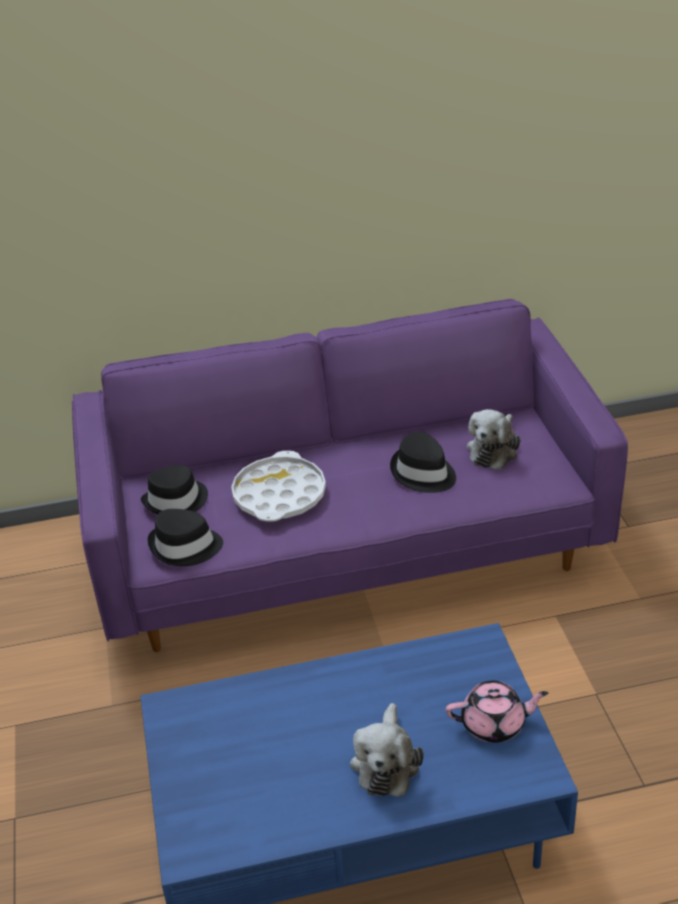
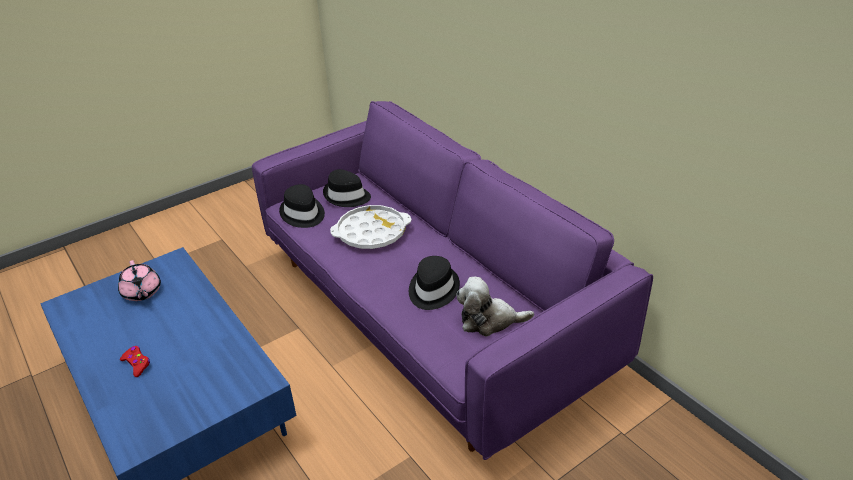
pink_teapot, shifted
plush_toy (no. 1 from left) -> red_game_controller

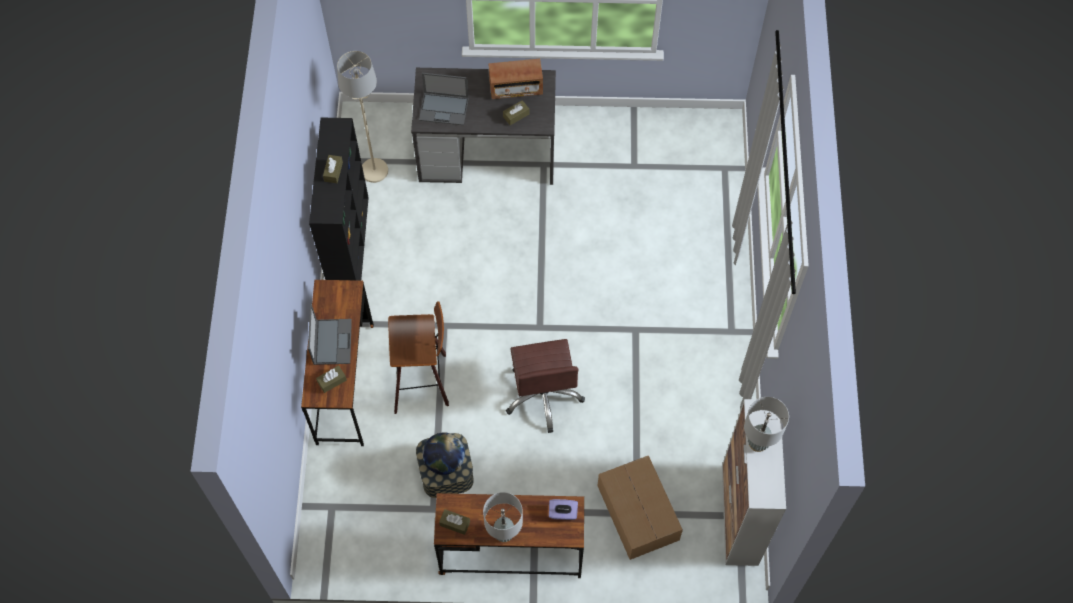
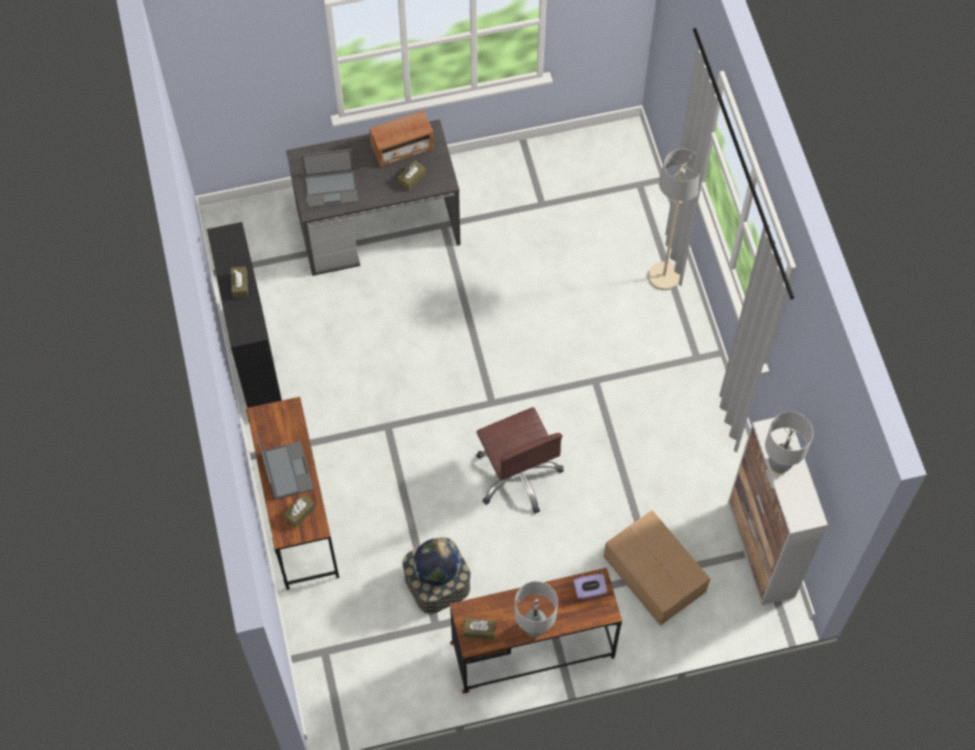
beige_floor_lamp, shifted
stool -> none

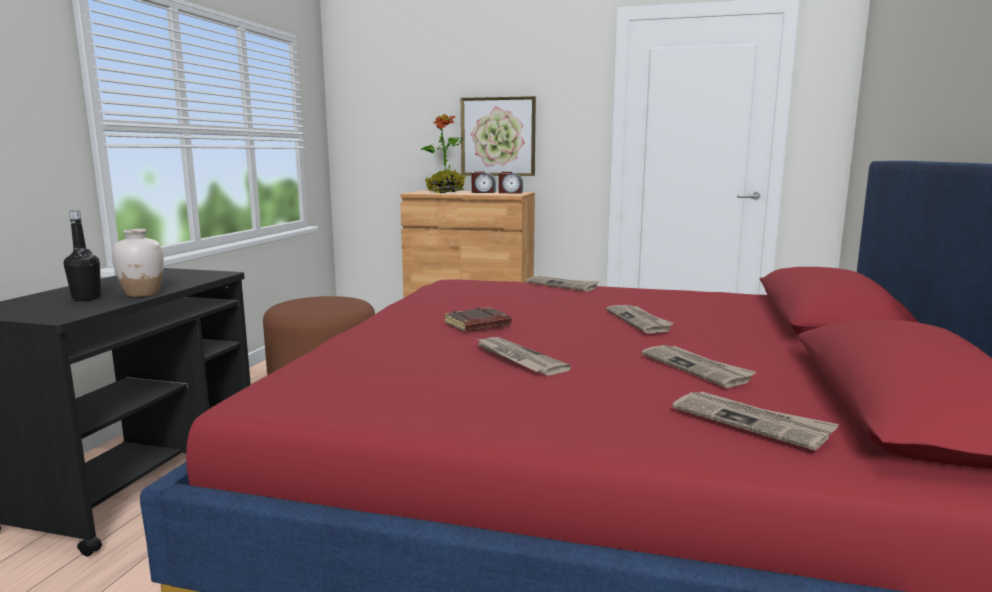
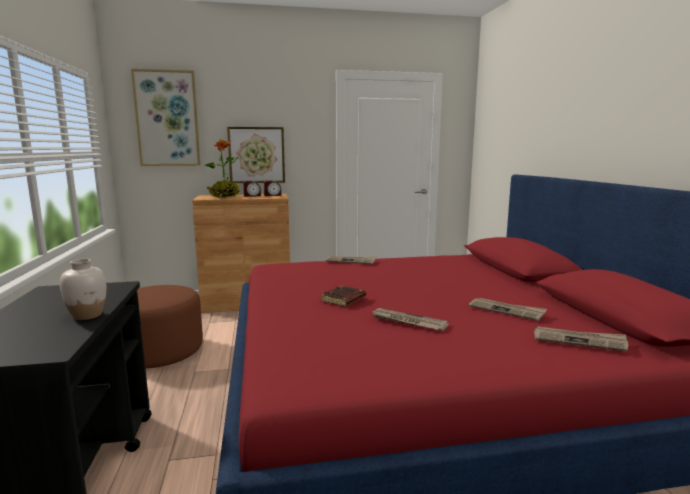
black_bottle -> none
newspaper (no. 3 from left) -> none
none -> picture (no. 1 from left)

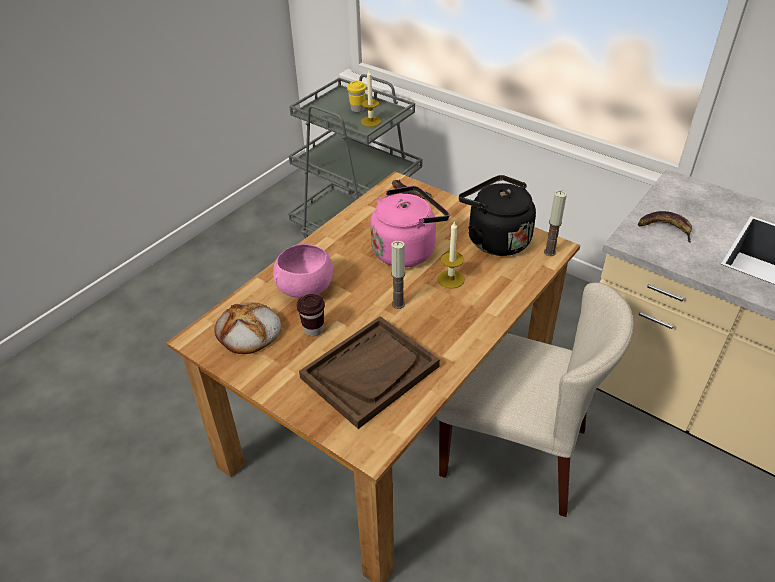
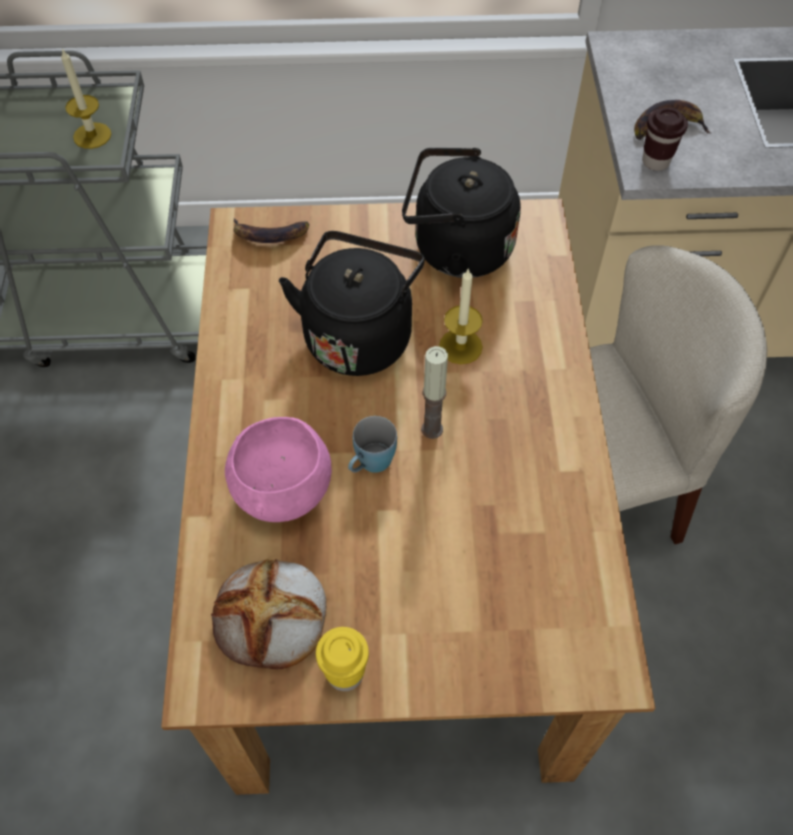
yellow_cup, shifted
pink_kettle -> black_kettle (no. 1 from left)
candle (no. 4 from left) -> none
brown_cup, shifted
brown_tray -> none
none -> blue_mug

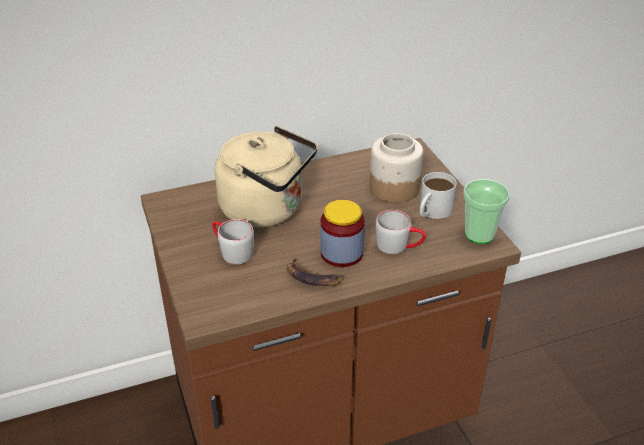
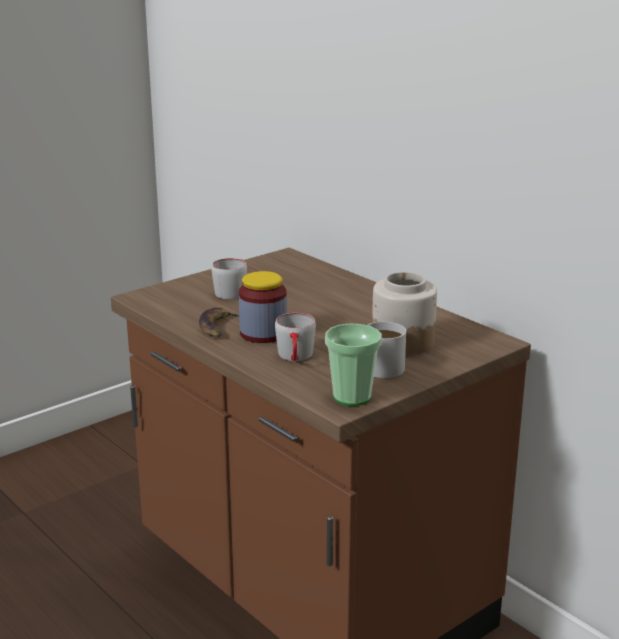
beige_kettle -> none

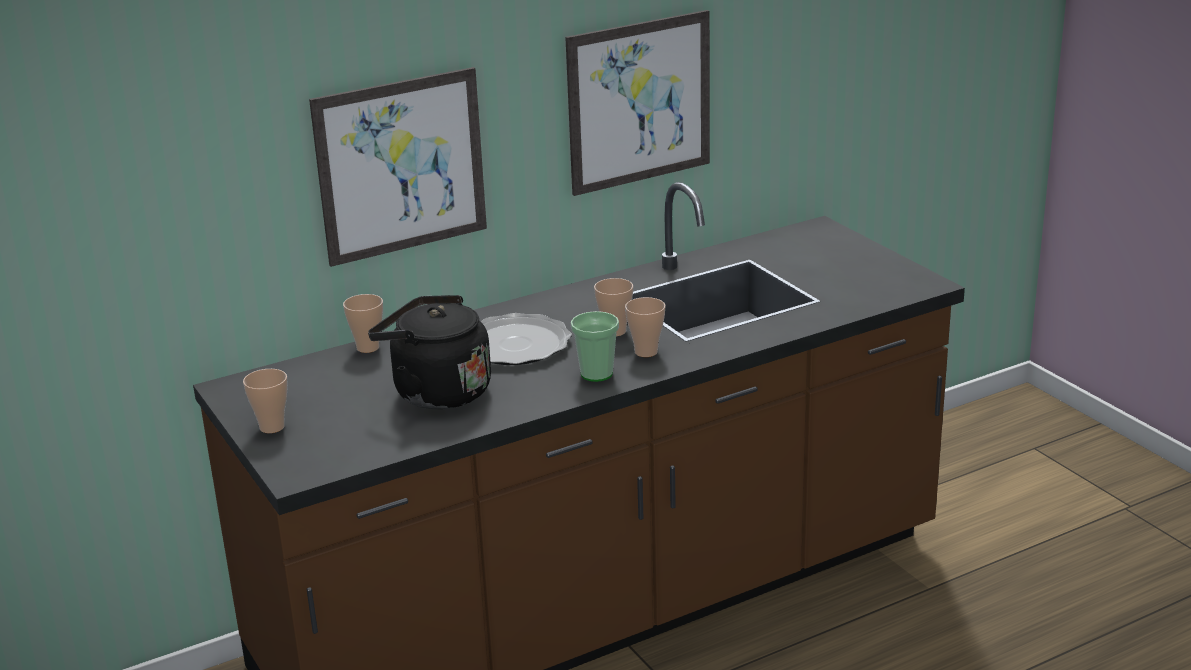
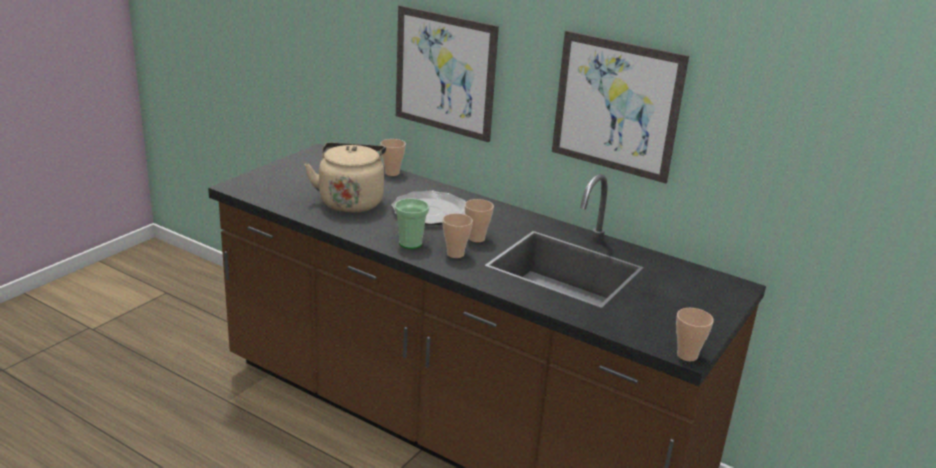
black_kettle -> beige_kettle
cup (no. 1 from left in the first image) -> cup (no. 5 from left), shifted

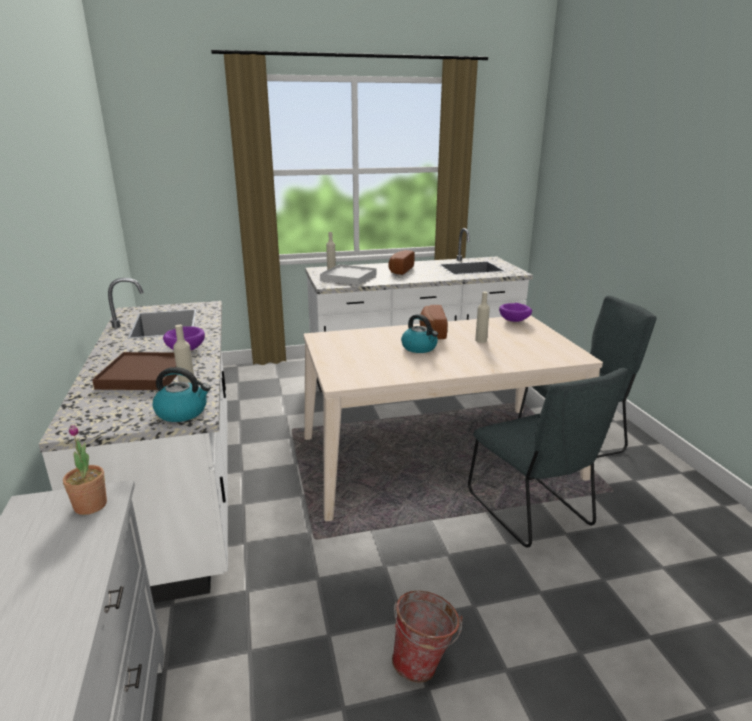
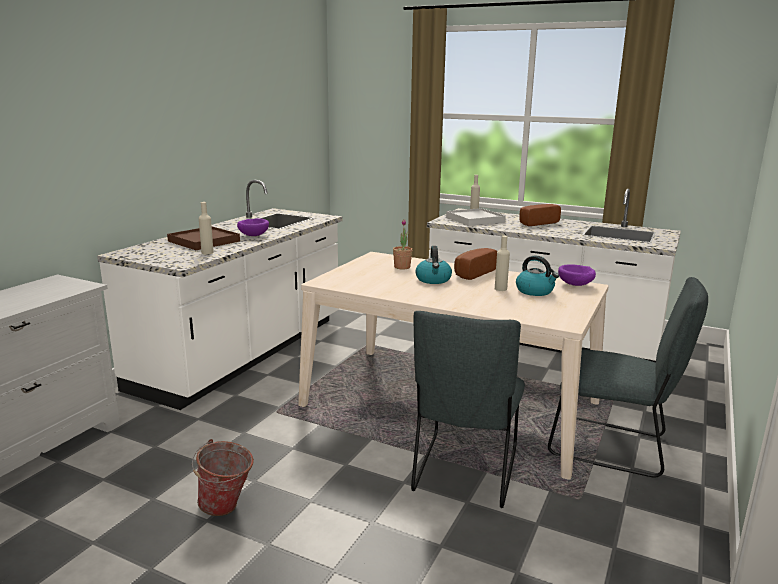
kettle (no. 1 from left in the first image) -> kettle (no. 2 from left), shifted
potted_plant, shifted

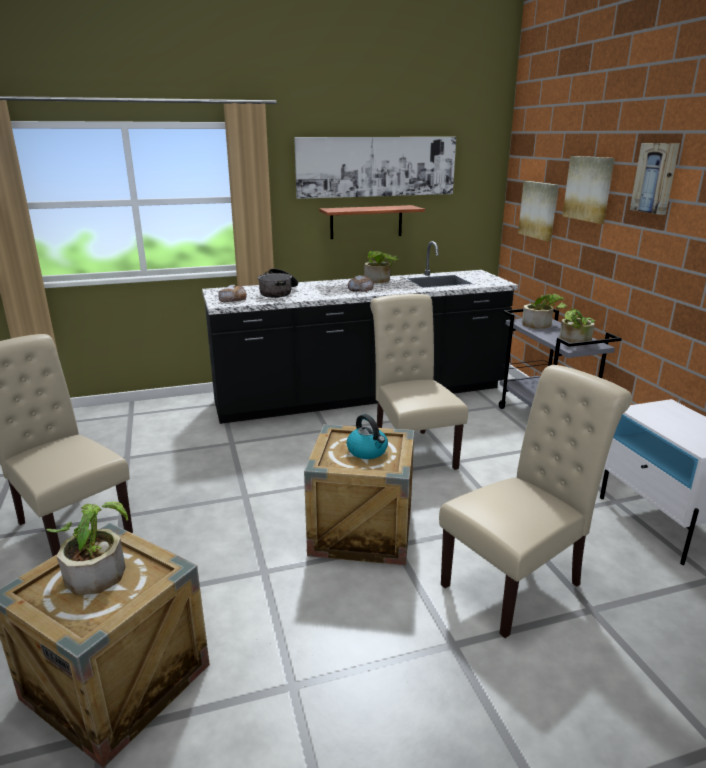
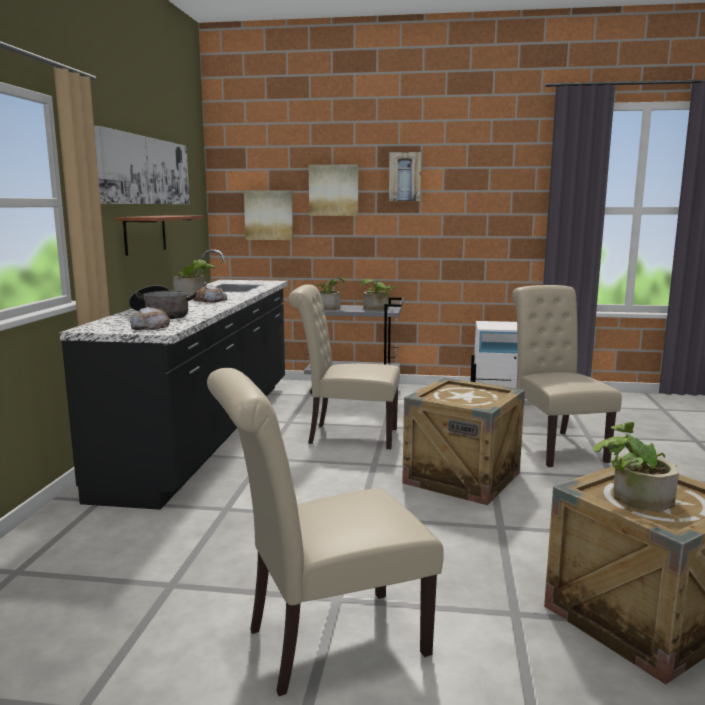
kettle -> none

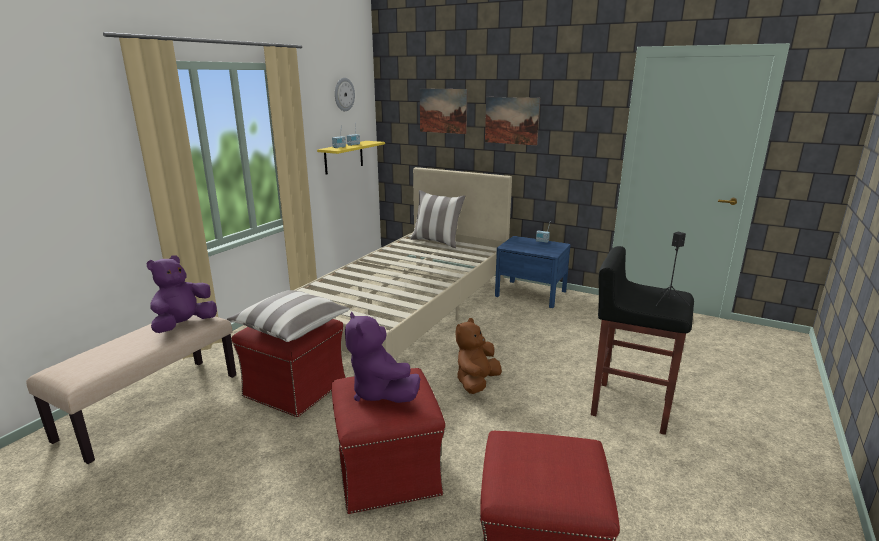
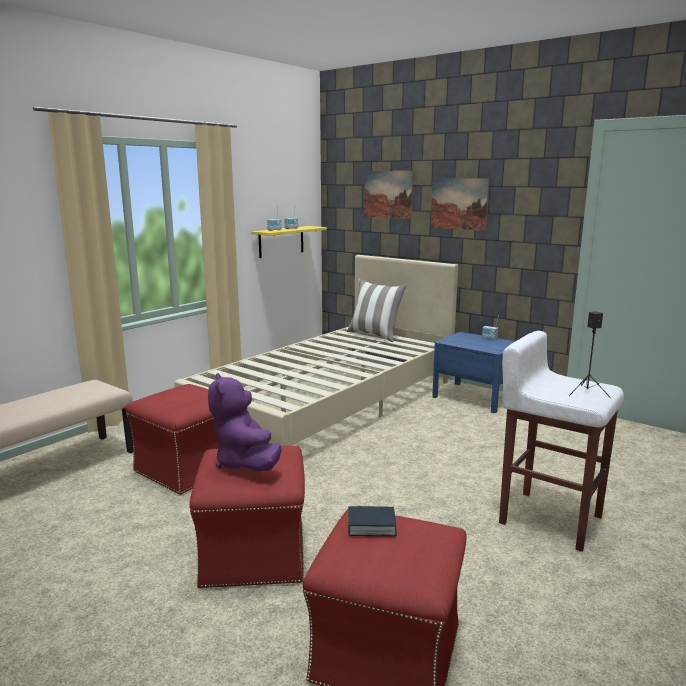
wall_clock -> none
black_stool -> white_stool
purple_plush_toy (no. 1 from left) -> none
pillow (no. 1 from left) -> none
brown_plush_toy -> none
none -> book

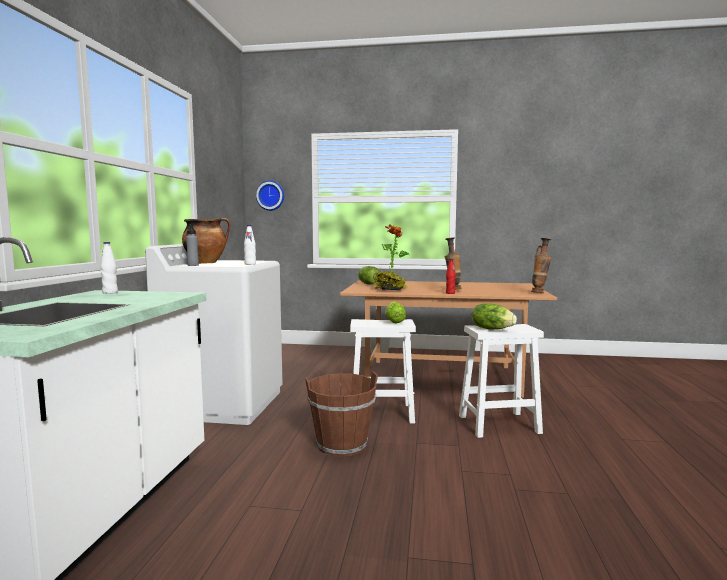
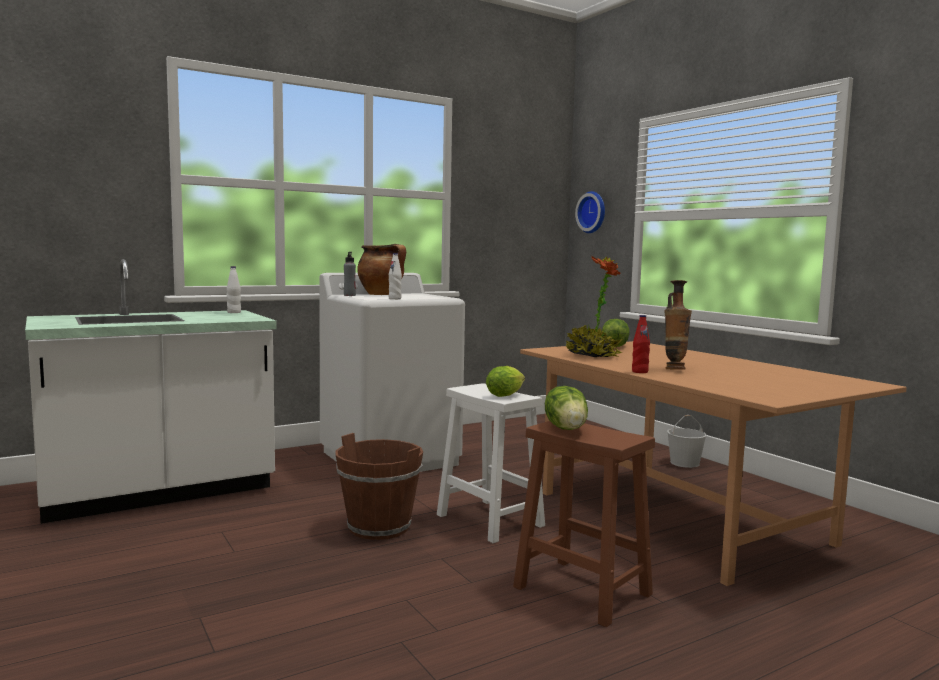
vase (no. 2 from left) -> none
white_stool (no. 2 from left) -> brown_stool

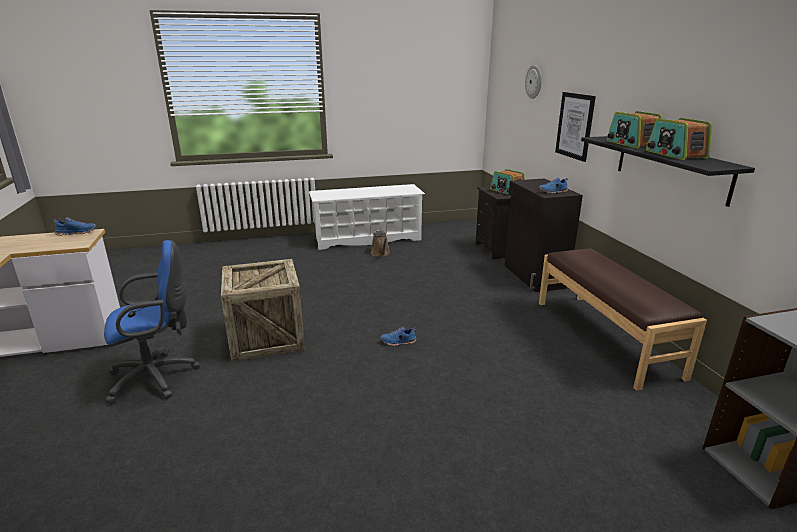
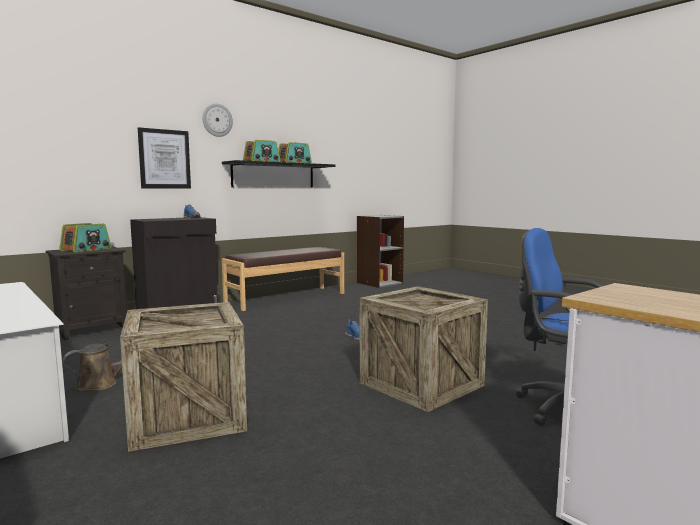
wall_clock, shifted
blue_shoe (no. 1 from left) -> none
none -> crate (no. 1 from left)

